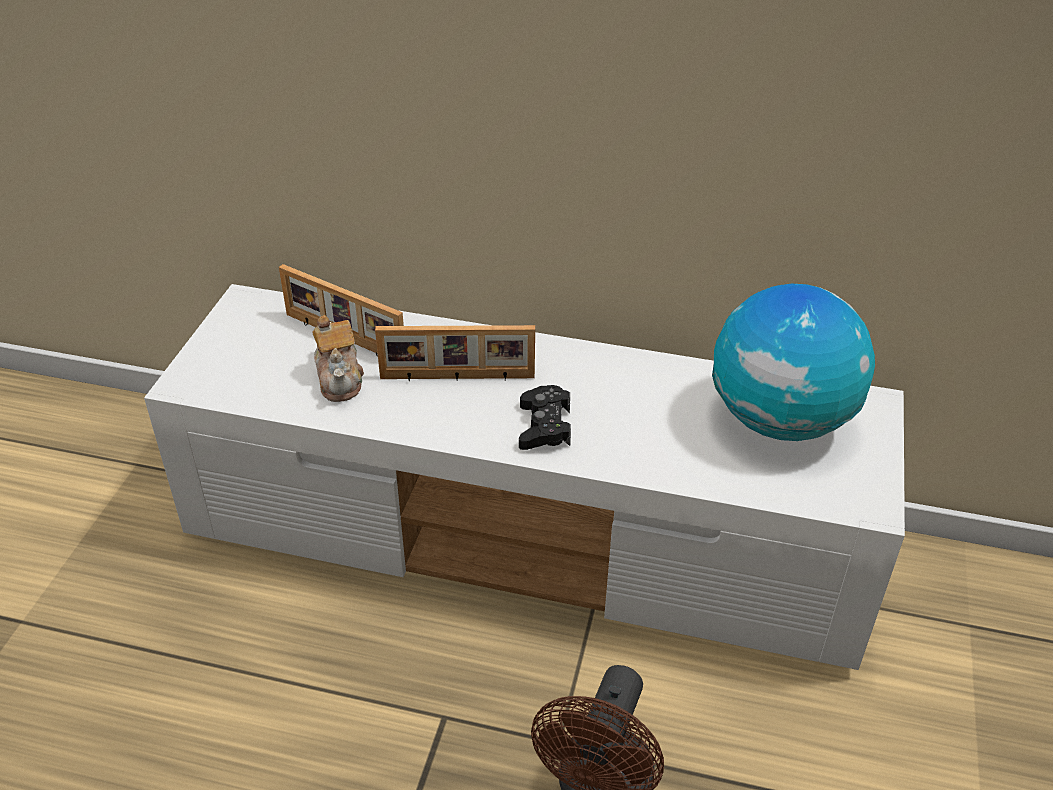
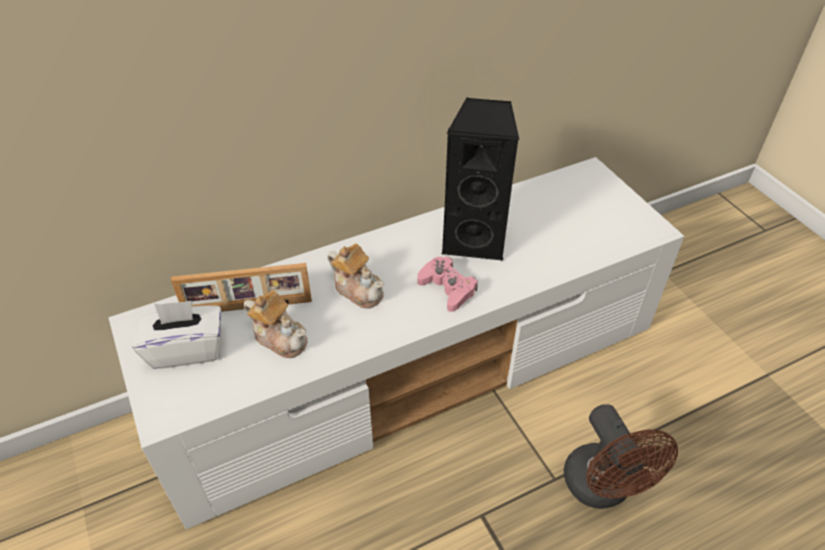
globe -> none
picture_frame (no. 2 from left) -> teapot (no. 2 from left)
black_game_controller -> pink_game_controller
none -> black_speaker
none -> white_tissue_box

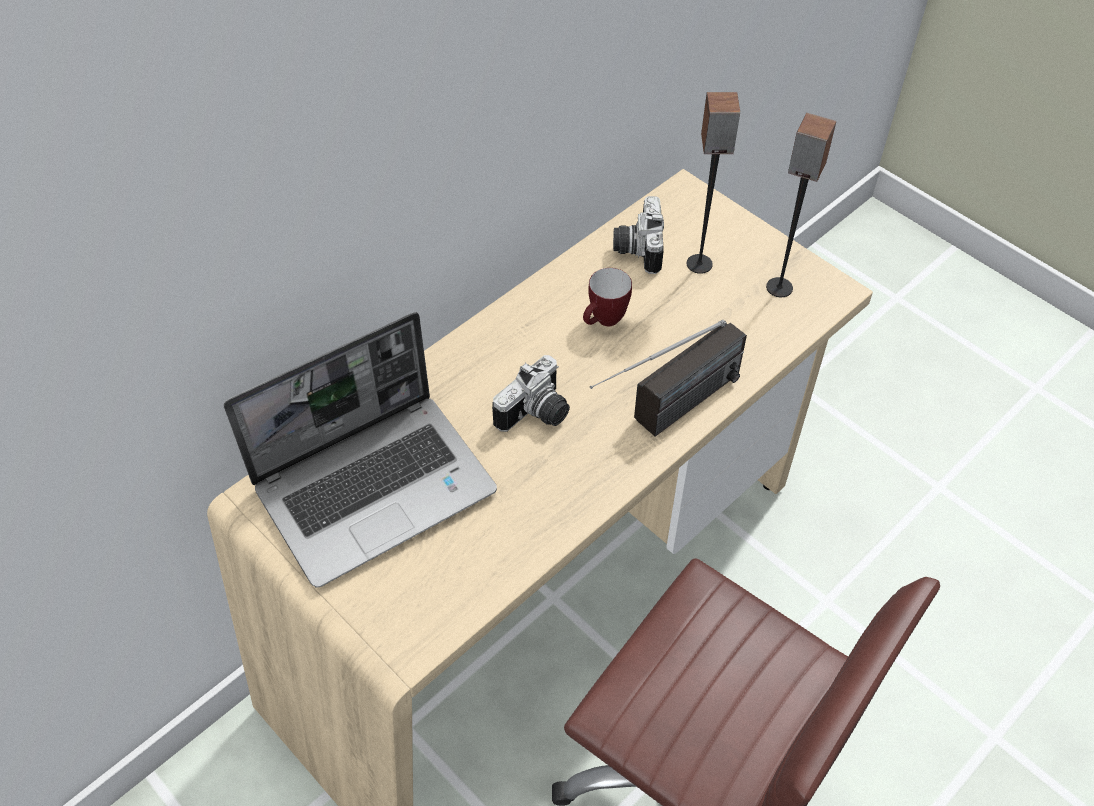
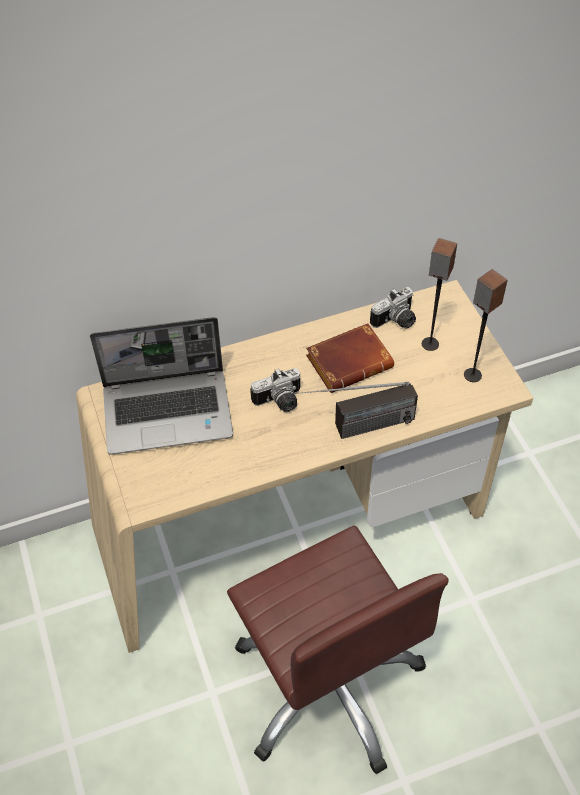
photo_camera (no. 2 from left), 150 degrees counterclockwise
mug -> brown_book

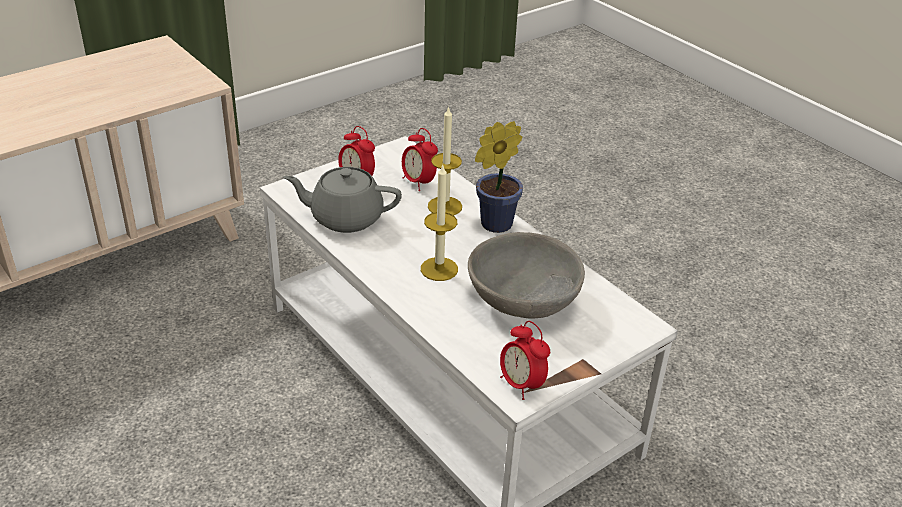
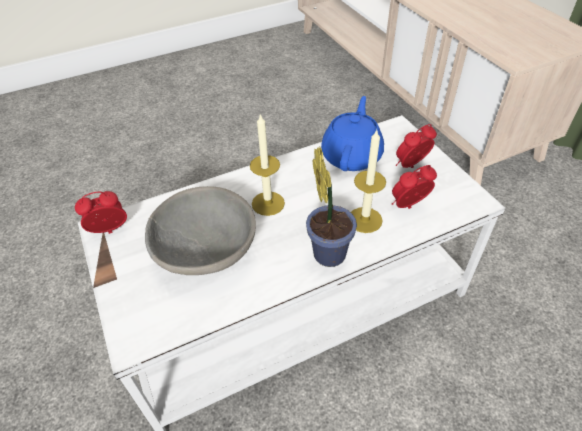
grey_teapot -> blue_teapot

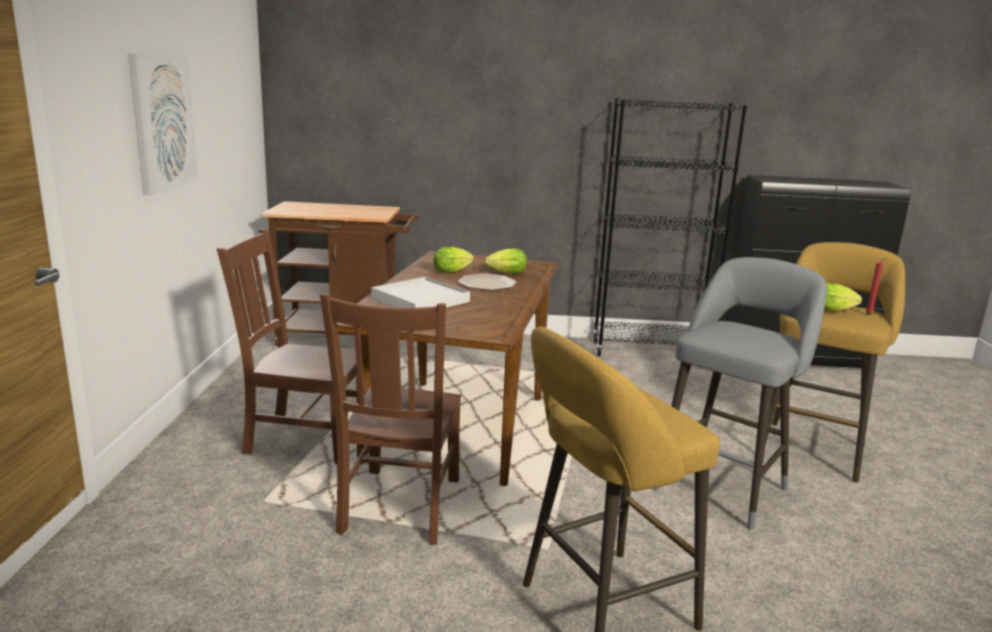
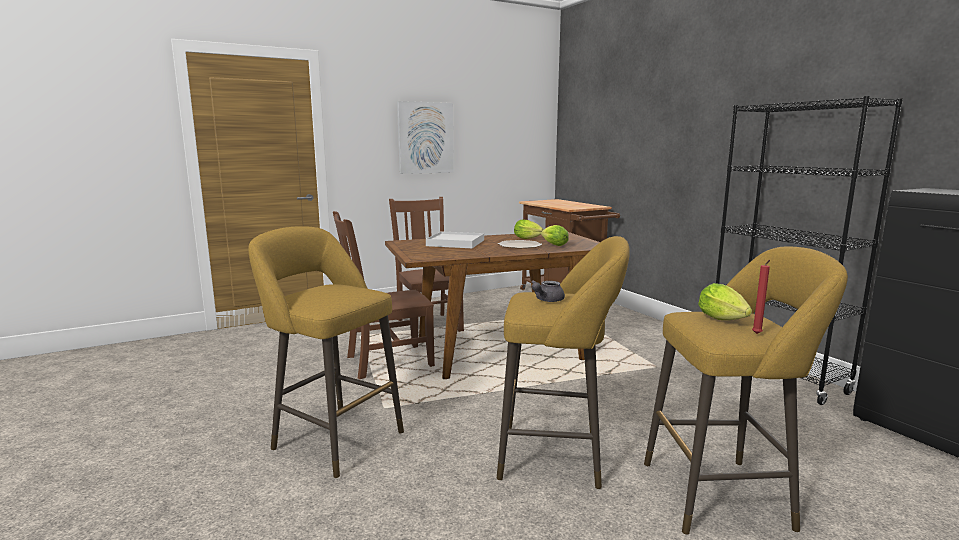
grey_stool -> yellow_stool (no. 2 from left)
none -> grey_teapot

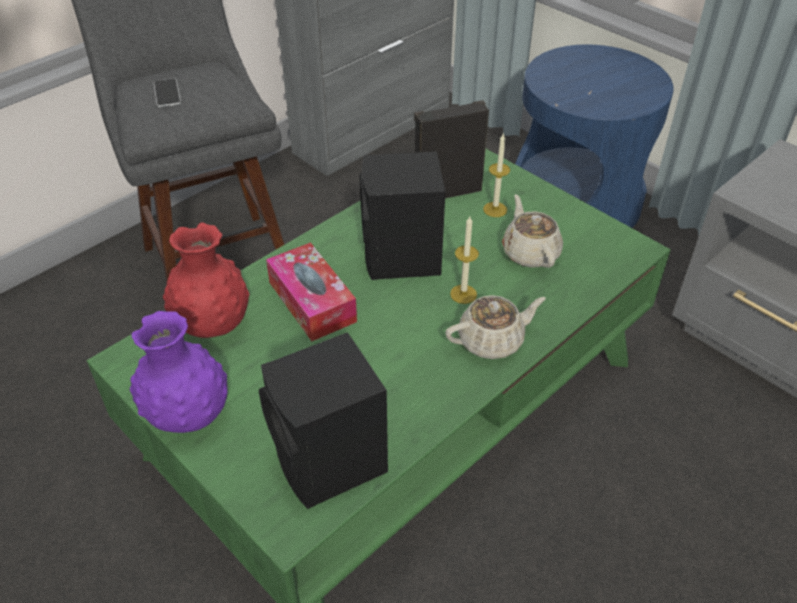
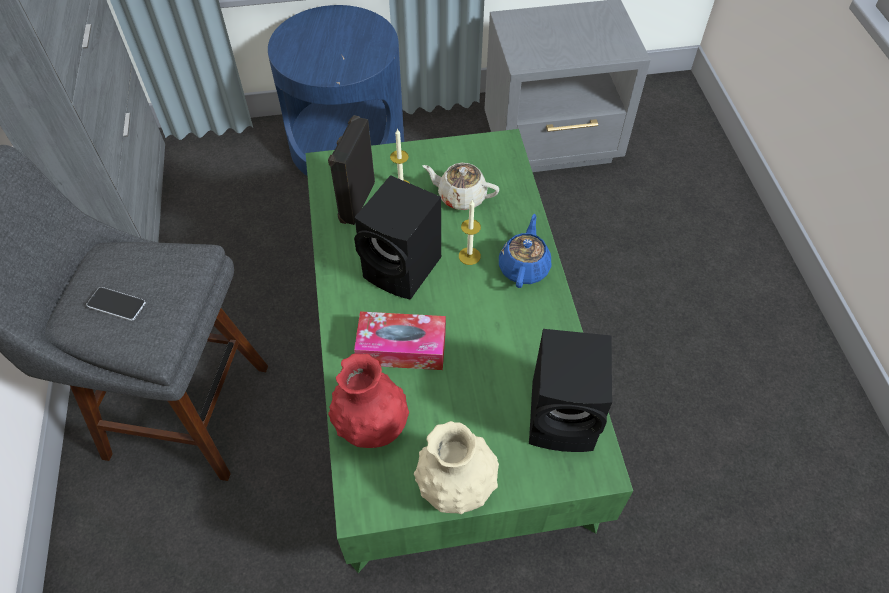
beige_teapot (no. 1 from left) -> blue_teapot
purple_vase -> beige_vase

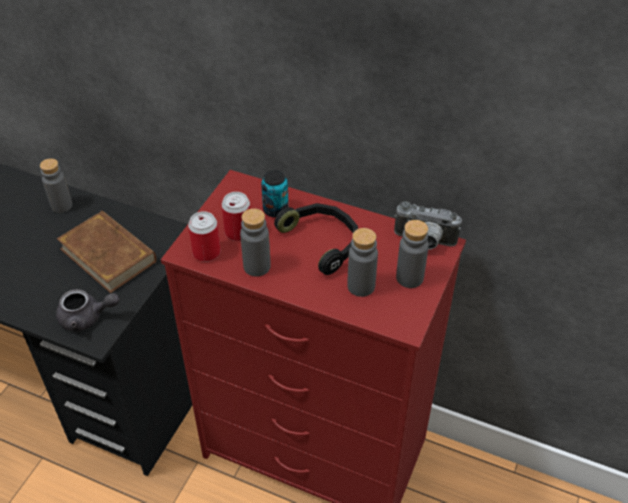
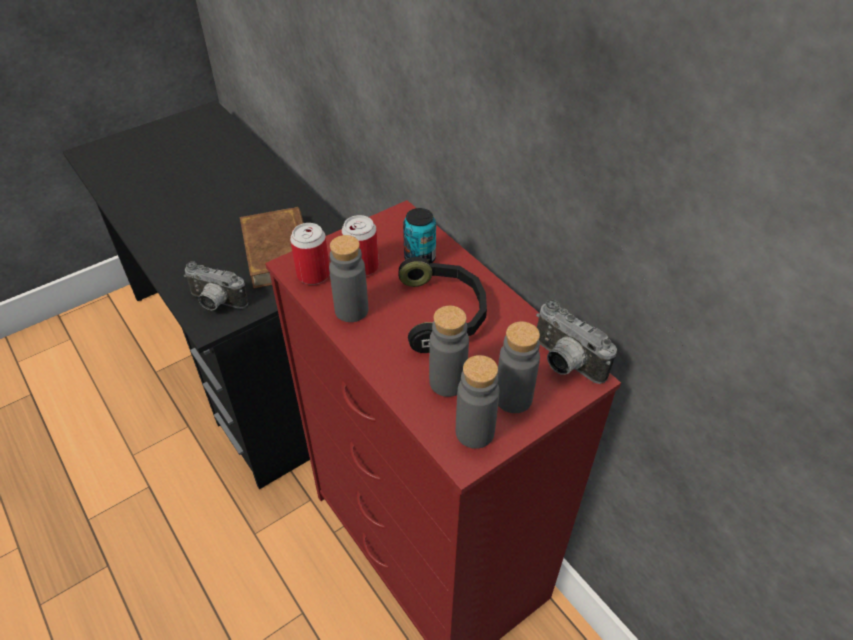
grey_bottle (no. 1 from left in the first image) -> grey_bottle (no. 3 from left), shifted
grey_teapot -> photo_camera (no. 1 from left)

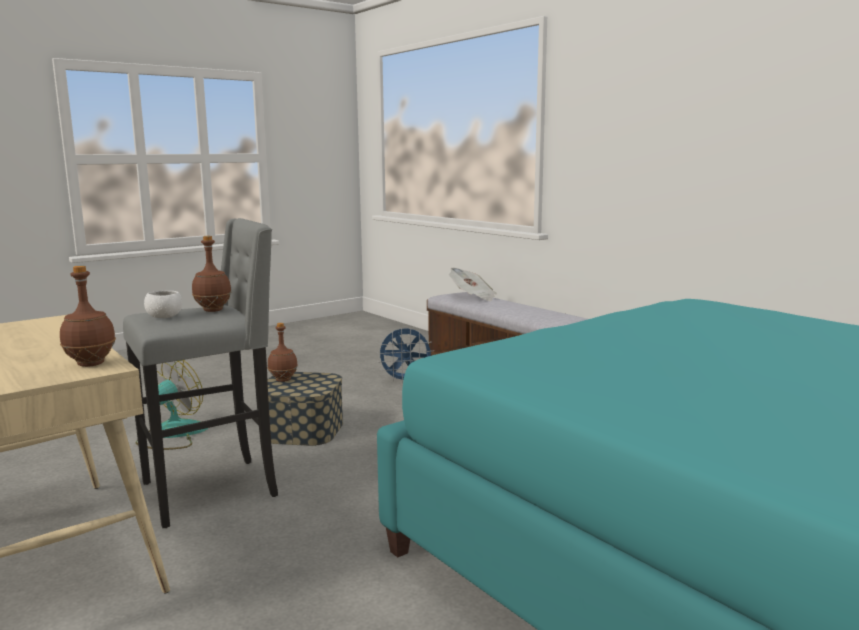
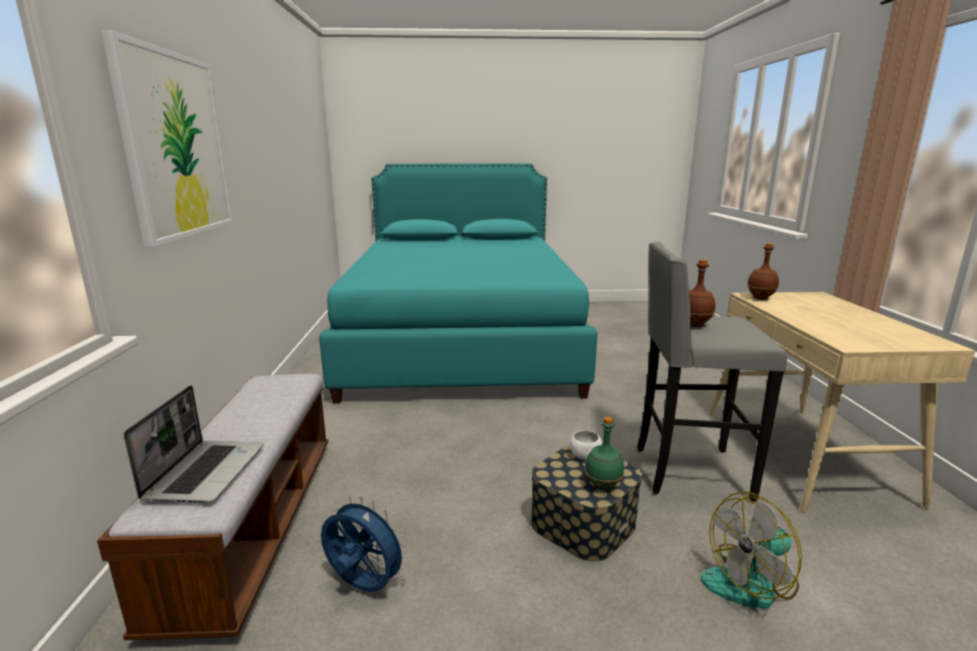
newspaper -> laptop
white_bowl, shifted
brown_bottle (no. 3 from left) -> green_bottle
none -> picture

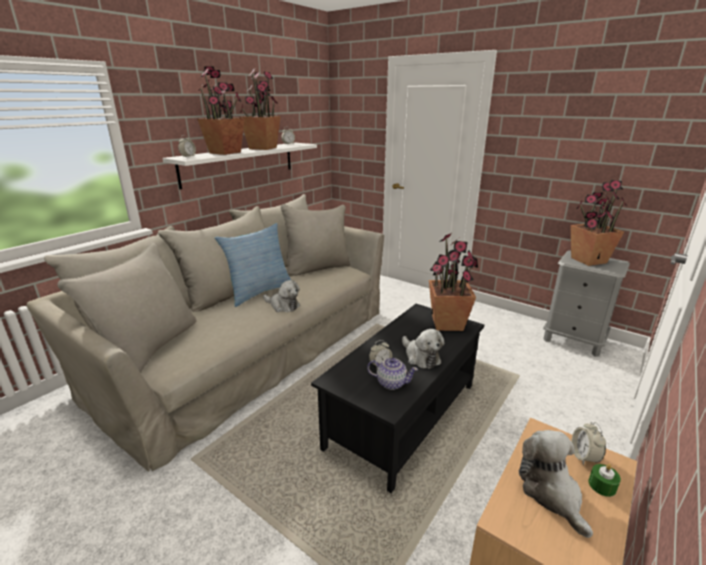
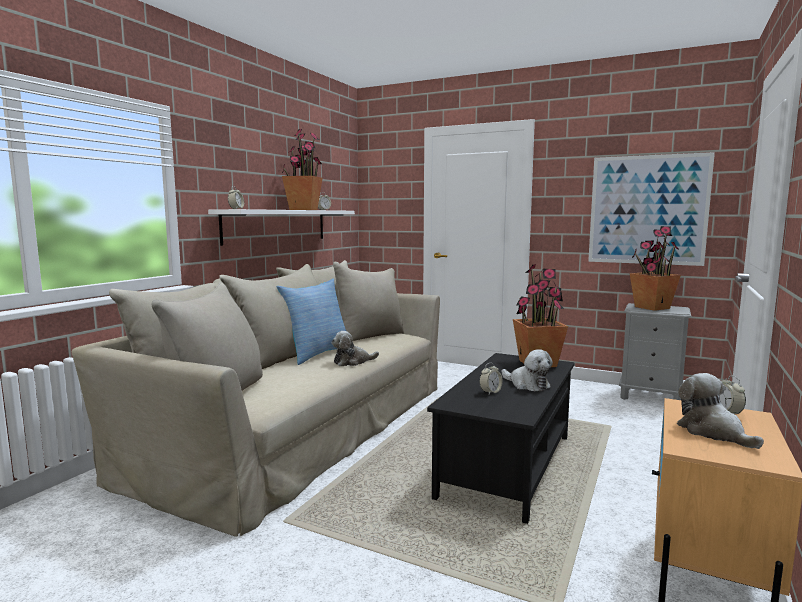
potted_plant (no. 1 from left) -> none
plush_toy (no. 1 from left), 135 degrees clockwise
teapot -> none
green_candle -> none
none -> picture

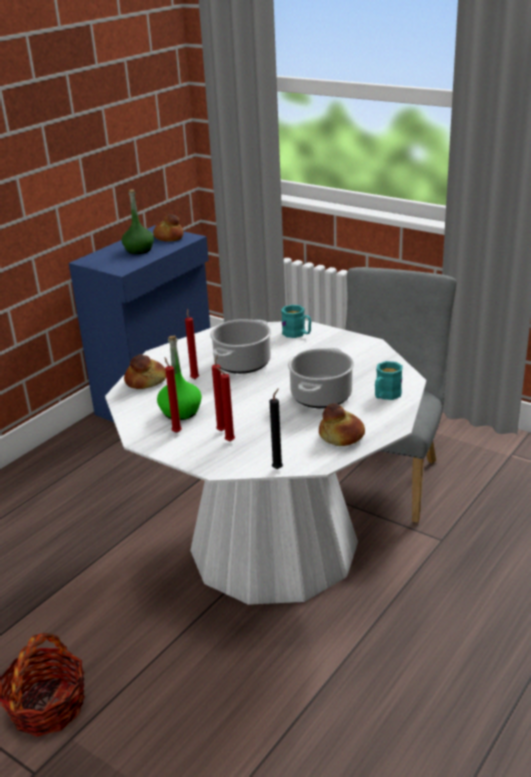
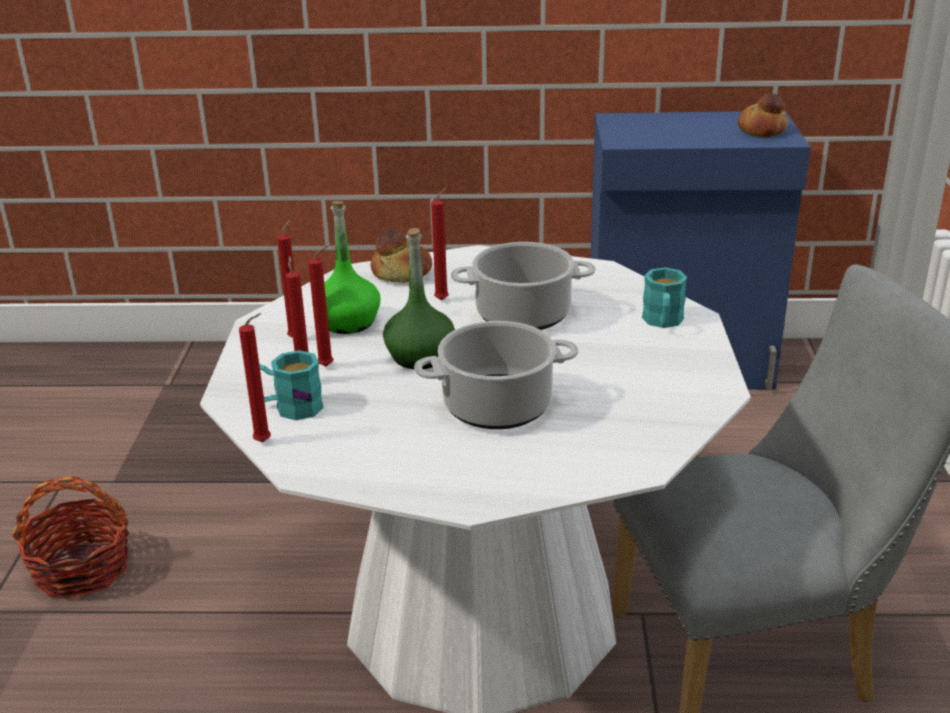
green_bottle (no. 1 from left in the first image) -> green_bottle (no. 2 from left), shifted
turquoise_mug (no. 2 from left in the first image) -> turquoise_mug (no. 1 from left), shifted
black_candle -> red_candle (no. 1 from left)
bread (no. 3 from left) -> none

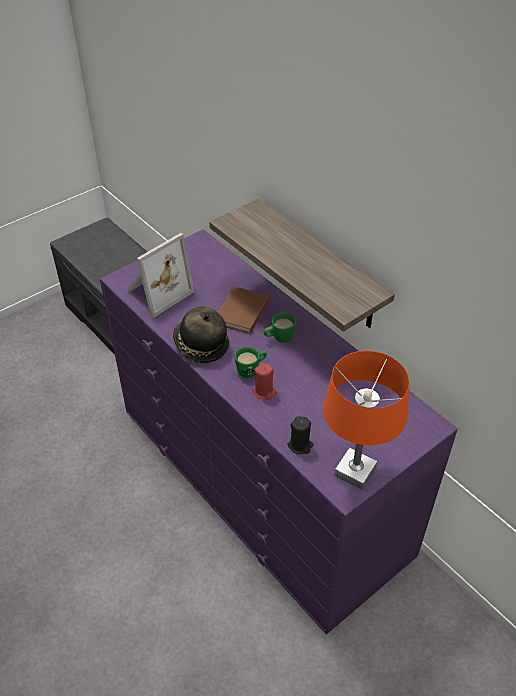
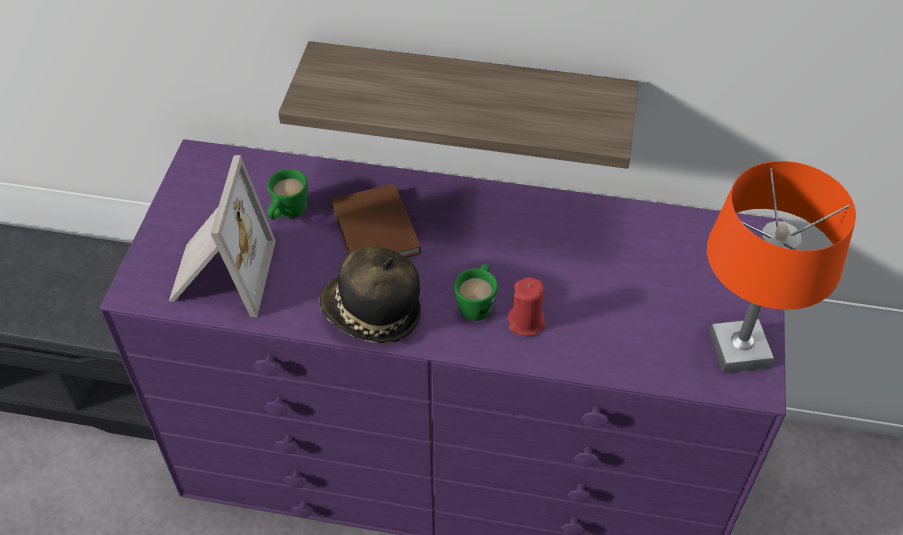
green_mug (no. 2 from left in the first image) -> green_mug (no. 1 from left), shifted
black_candle -> none

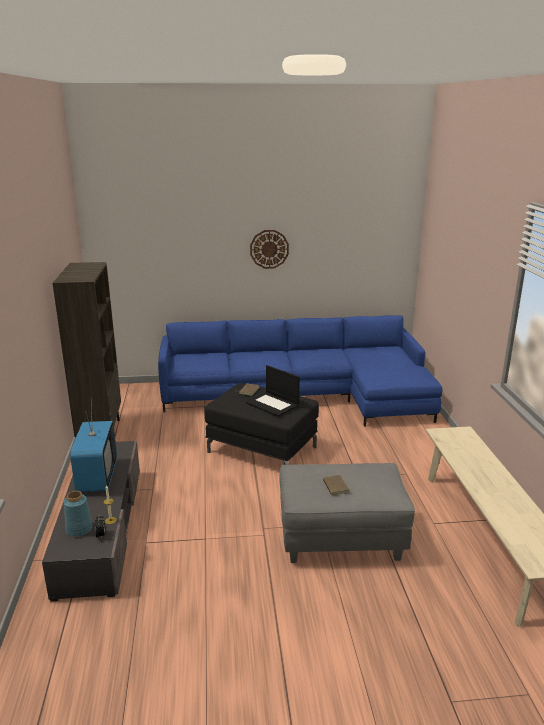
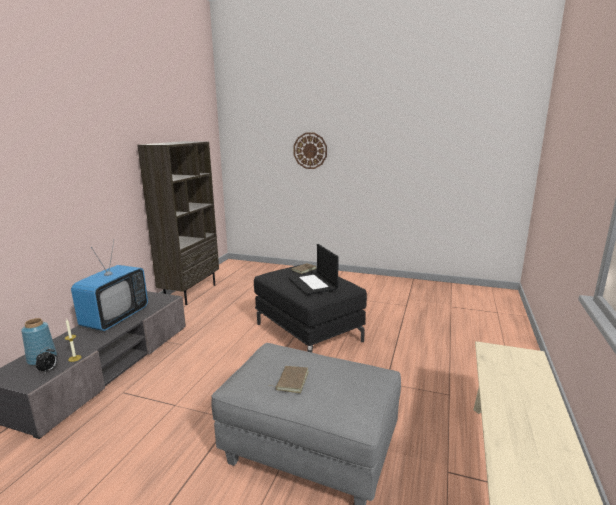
wall_clock, shifted
blue_sofa -> none

